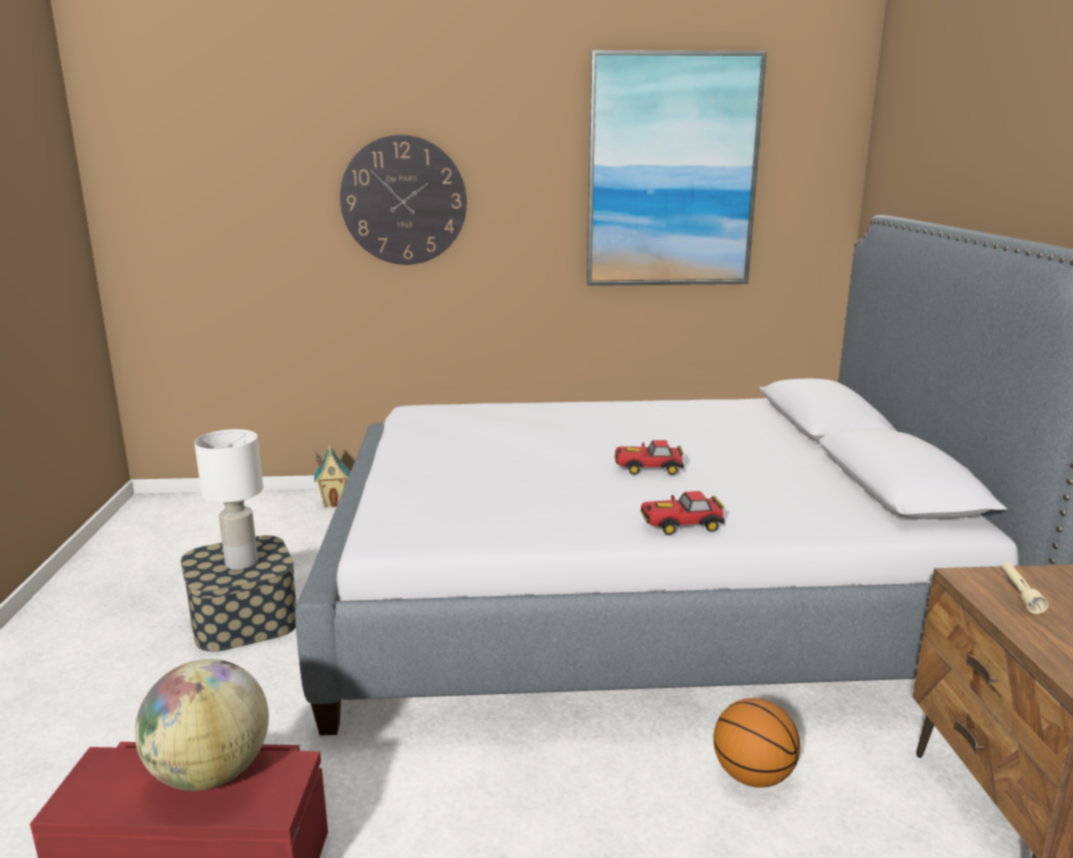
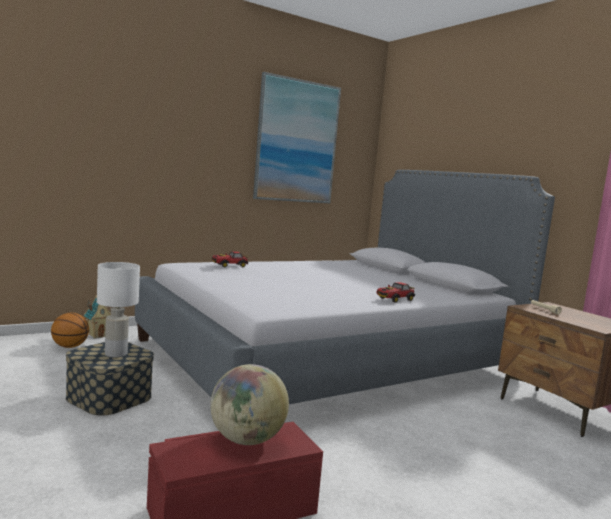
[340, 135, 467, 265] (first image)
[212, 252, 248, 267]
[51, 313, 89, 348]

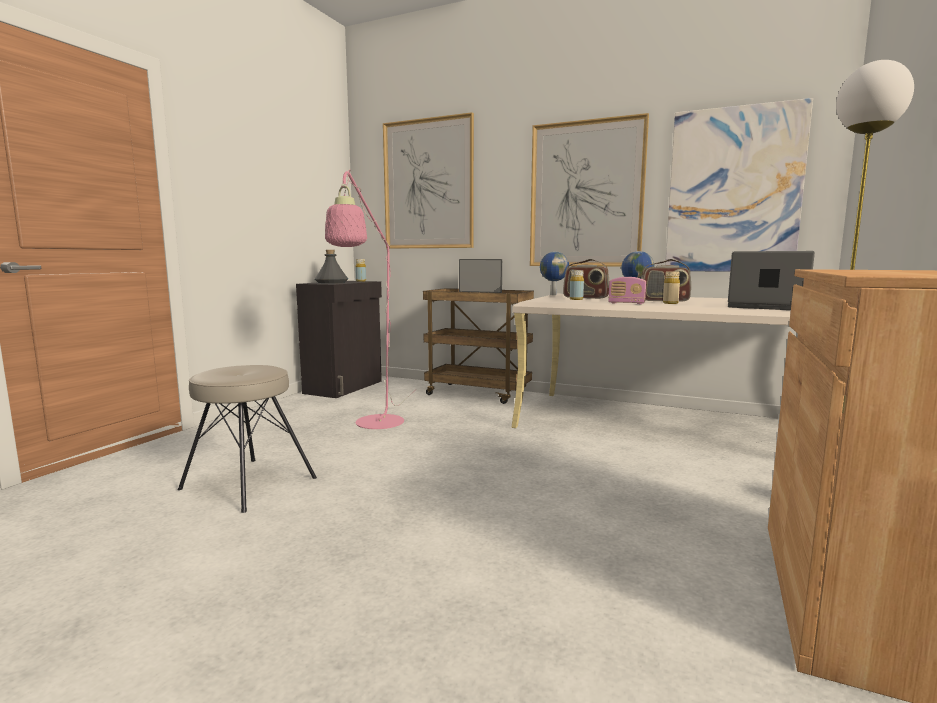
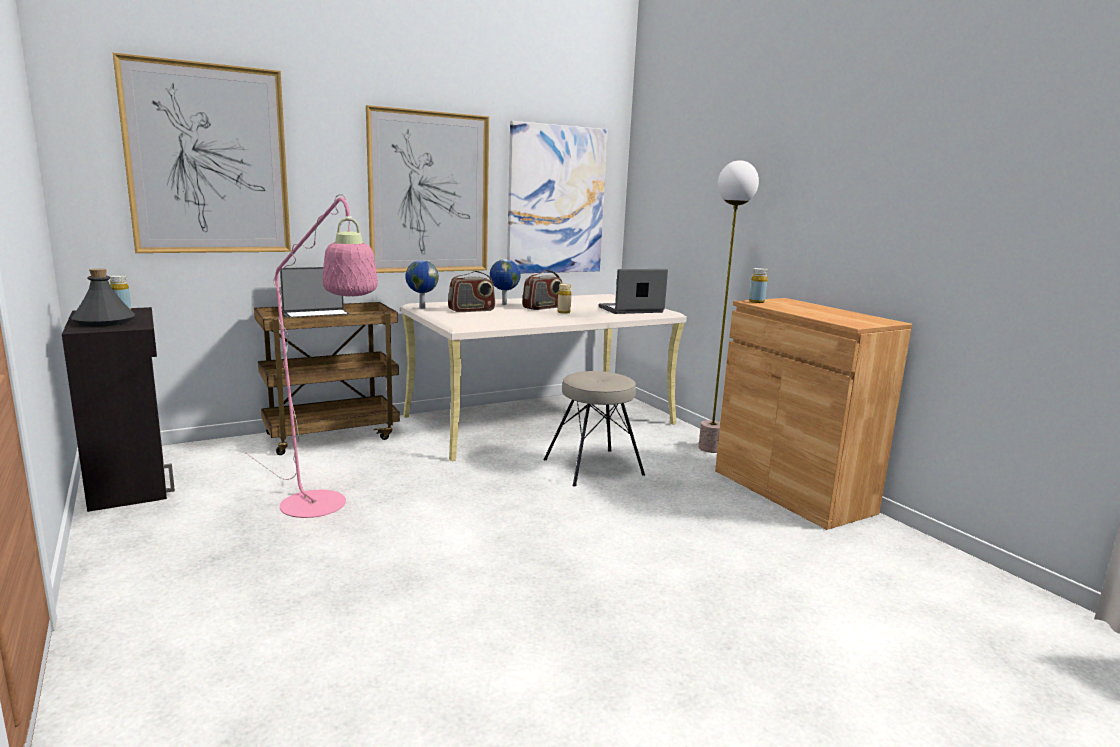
[608, 277, 646, 304] (first image)
[543, 371, 645, 487]
[749, 268, 768, 303]

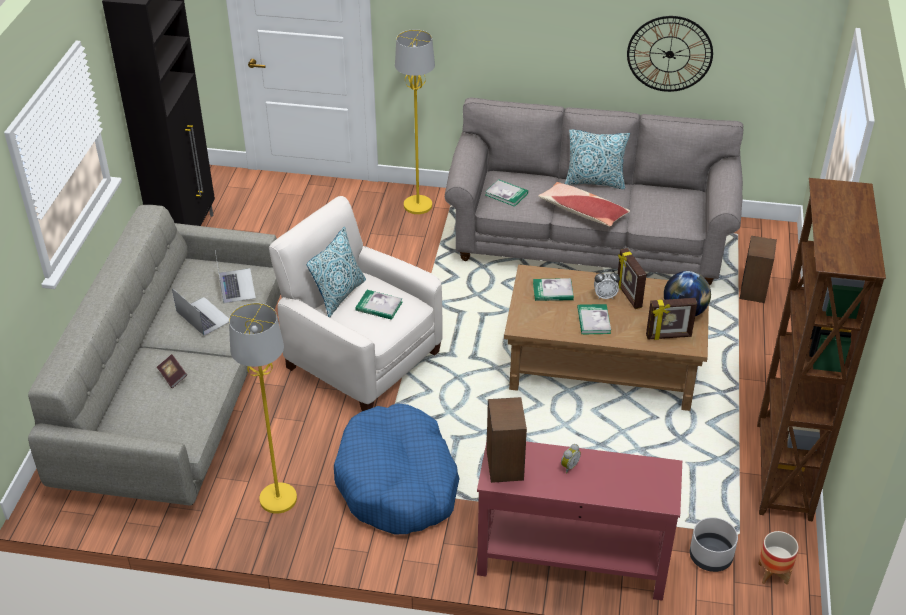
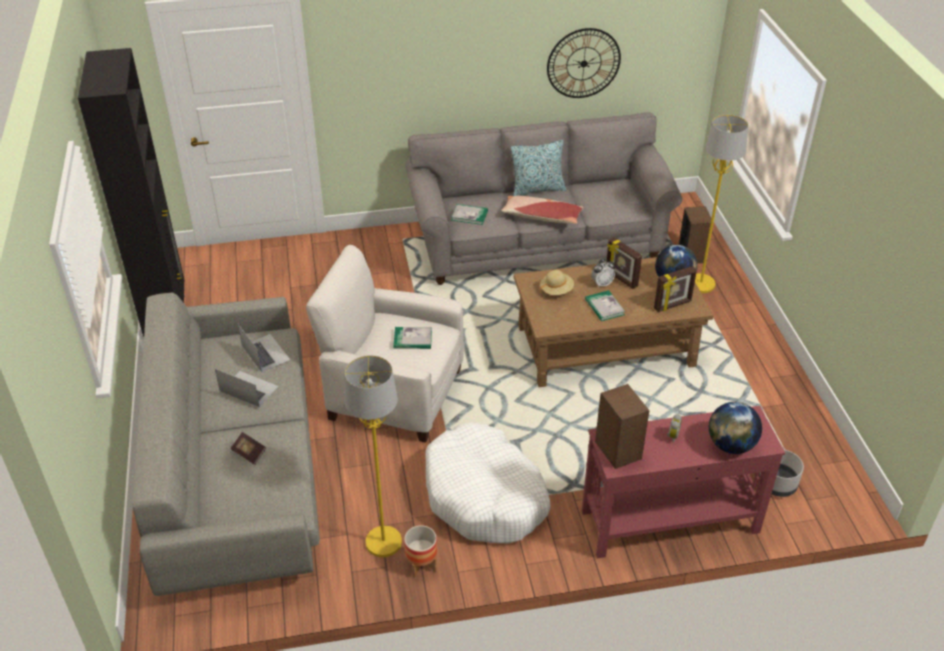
[307, 226, 366, 318] (first image)
[757, 178, 886, 521] (first image)
[709, 402, 762, 454]
[695, 114, 748, 293]
[404, 525, 437, 578]
[540, 270, 574, 295]
[425, 422, 550, 543]

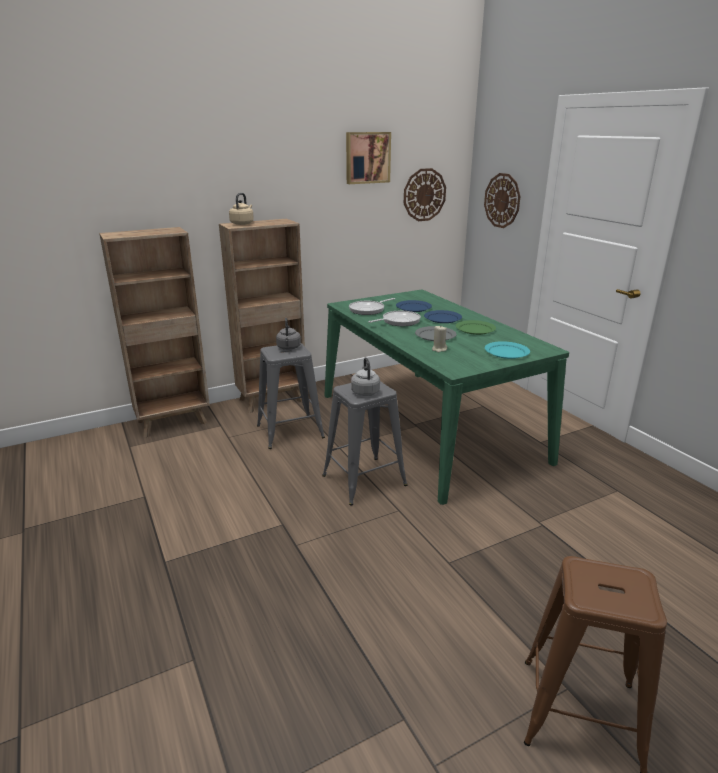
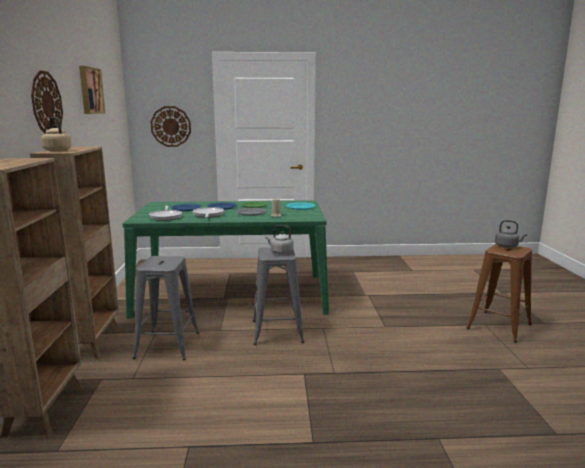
[495, 220, 527, 248]
[31, 70, 63, 134]

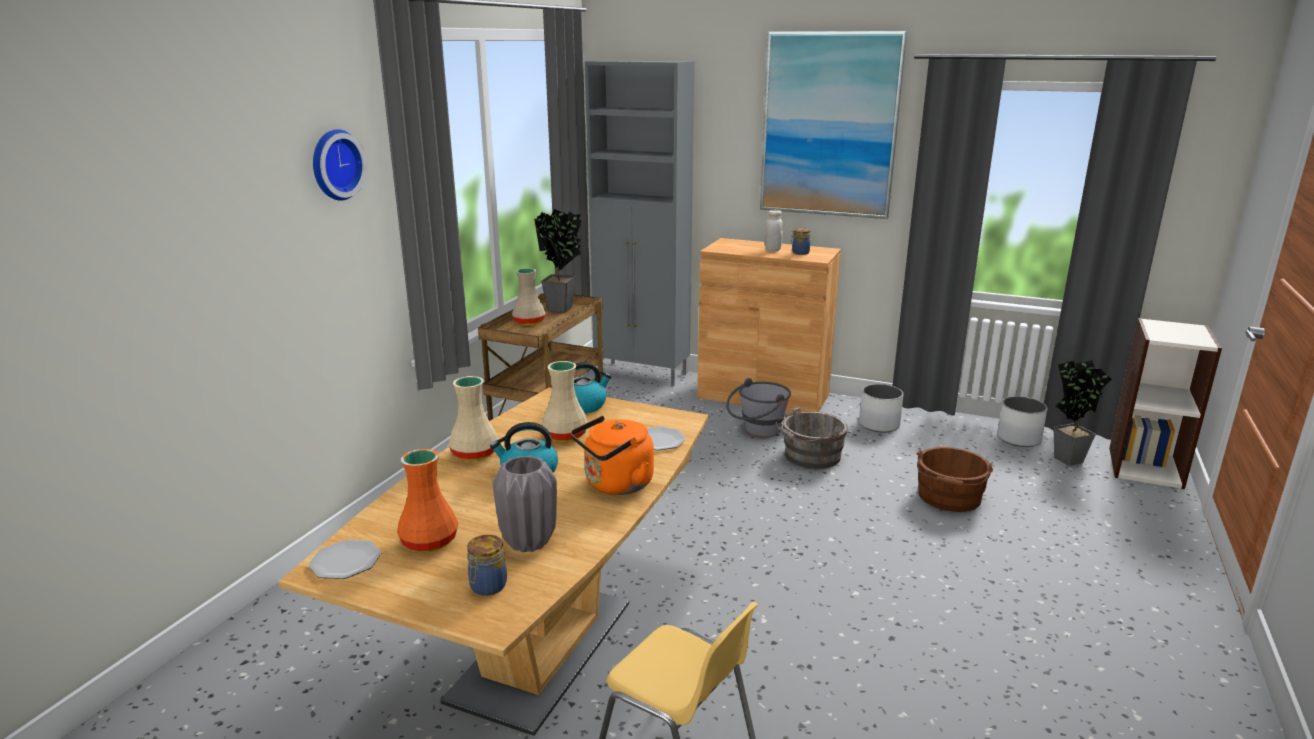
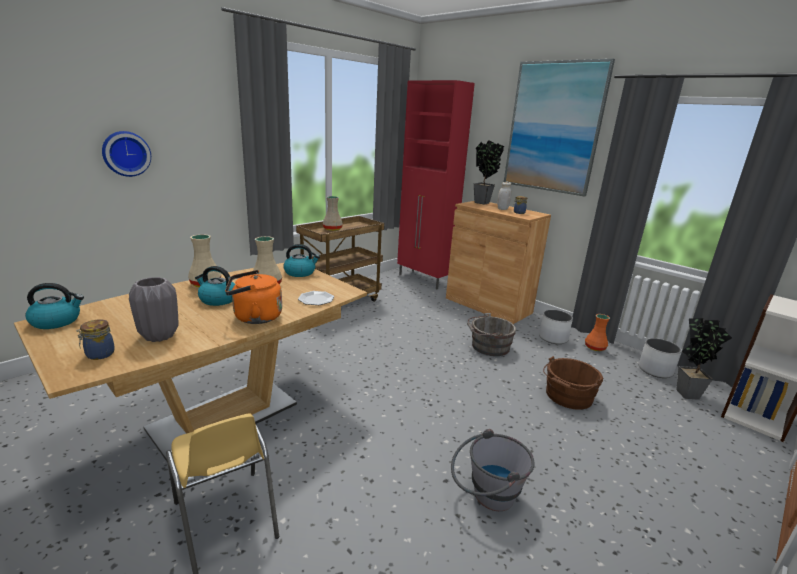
[102, 131, 151, 177]
[585, 314, 610, 351]
[474, 140, 504, 205]
[451, 429, 535, 511]
[25, 283, 84, 329]
[397, 80, 475, 289]

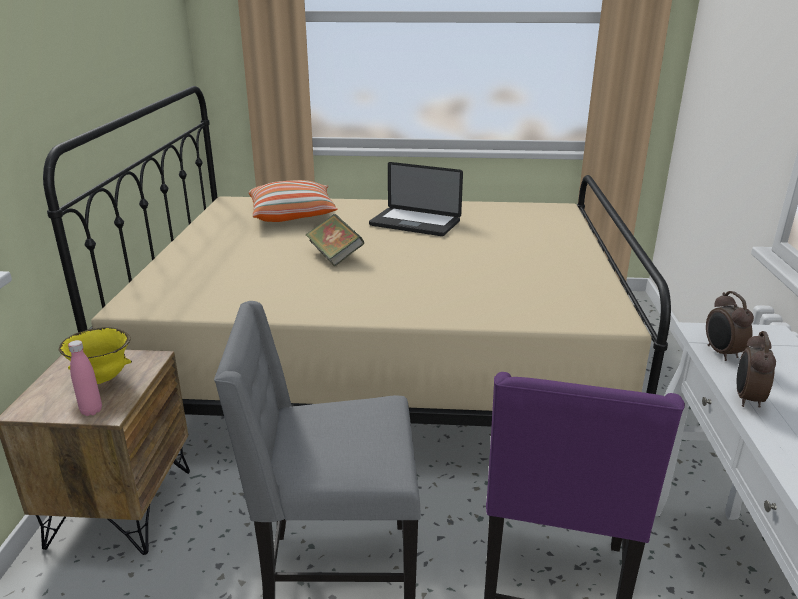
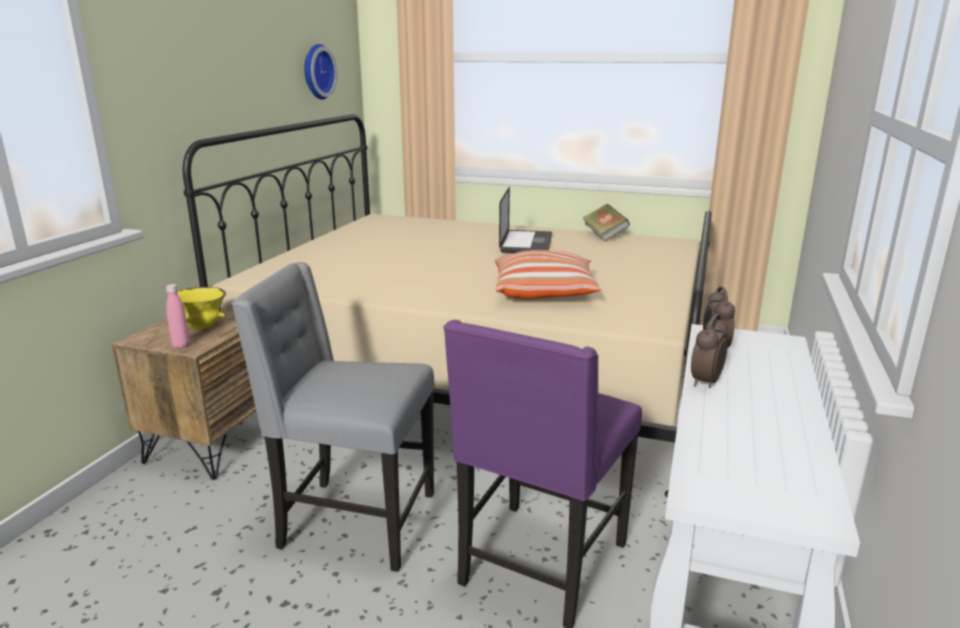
[304, 44, 337, 100]
[495, 250, 601, 299]
[583, 204, 630, 241]
[499, 187, 552, 253]

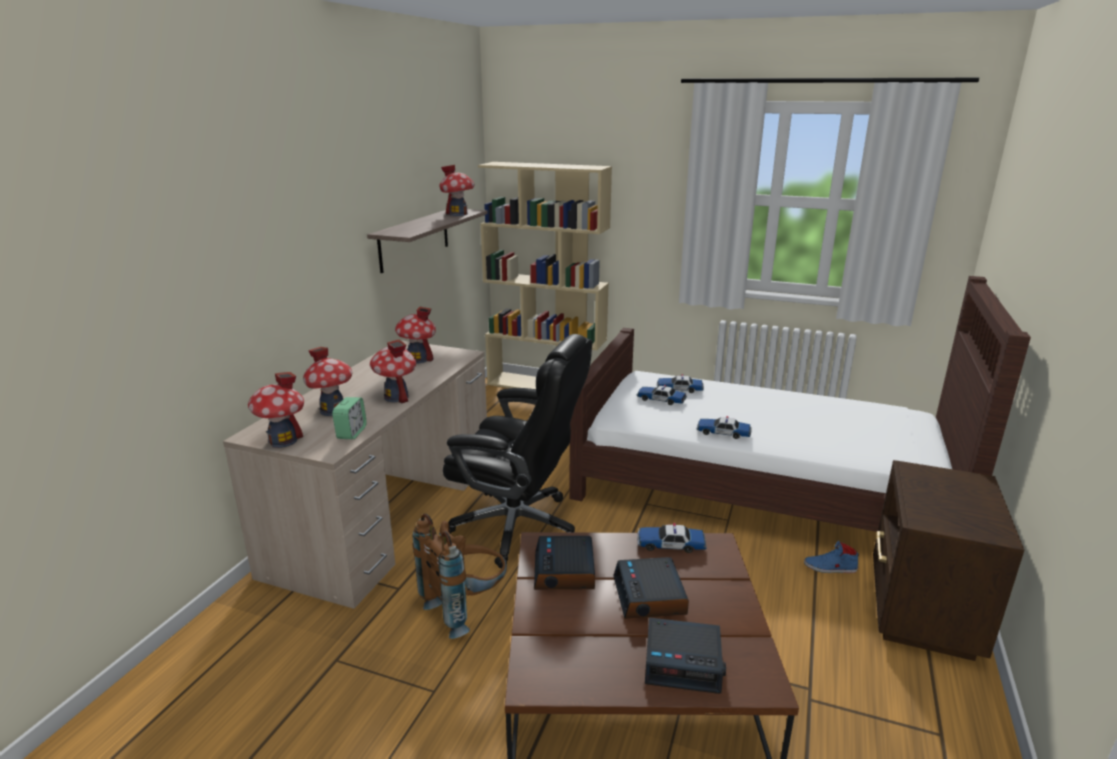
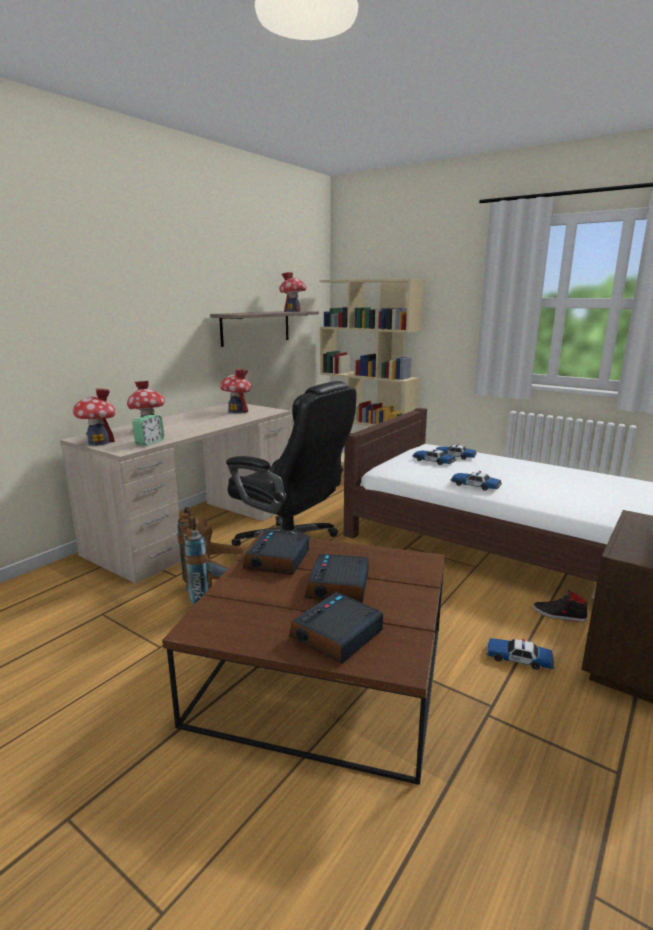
[370, 339, 416, 403] (first image)
[486, 638, 554, 670]
[533, 590, 587, 622]
[289, 592, 383, 664]

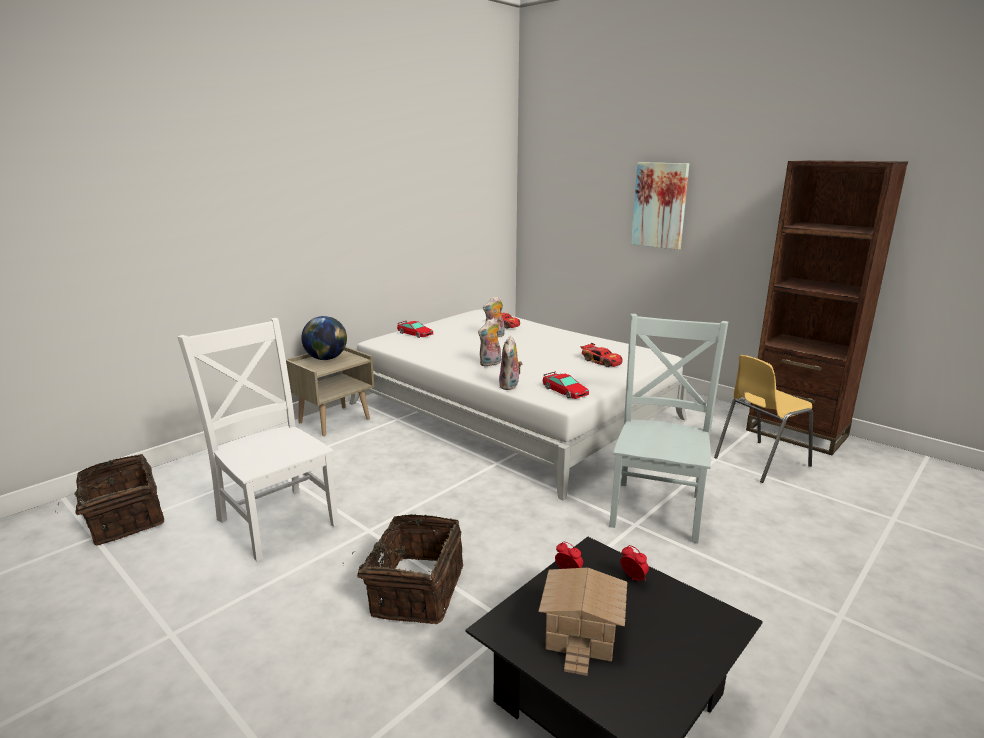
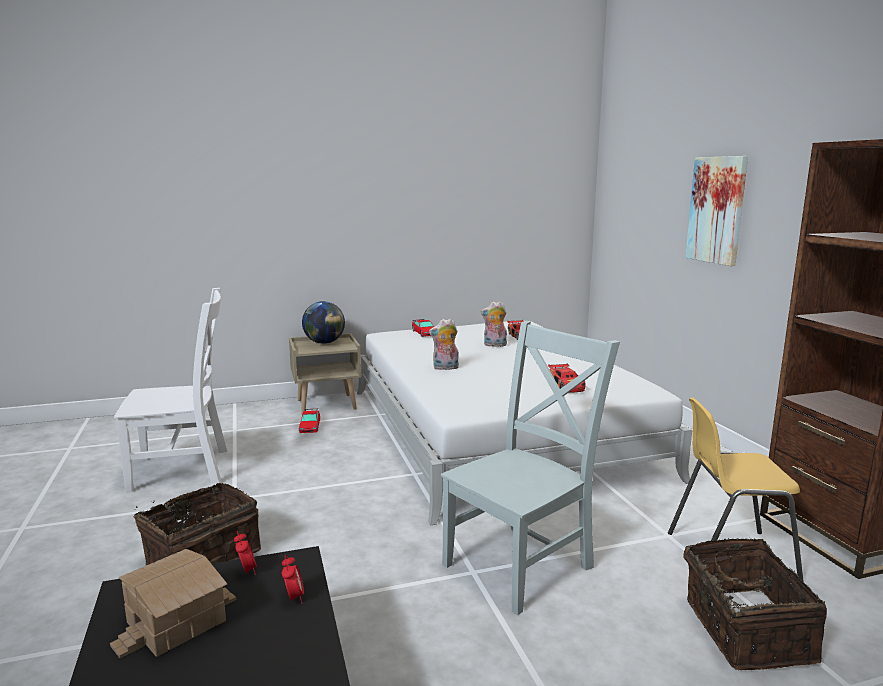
[499, 336, 522, 390] (first image)
[683, 538, 827, 671]
[299, 409, 320, 433]
[114, 288, 227, 492]

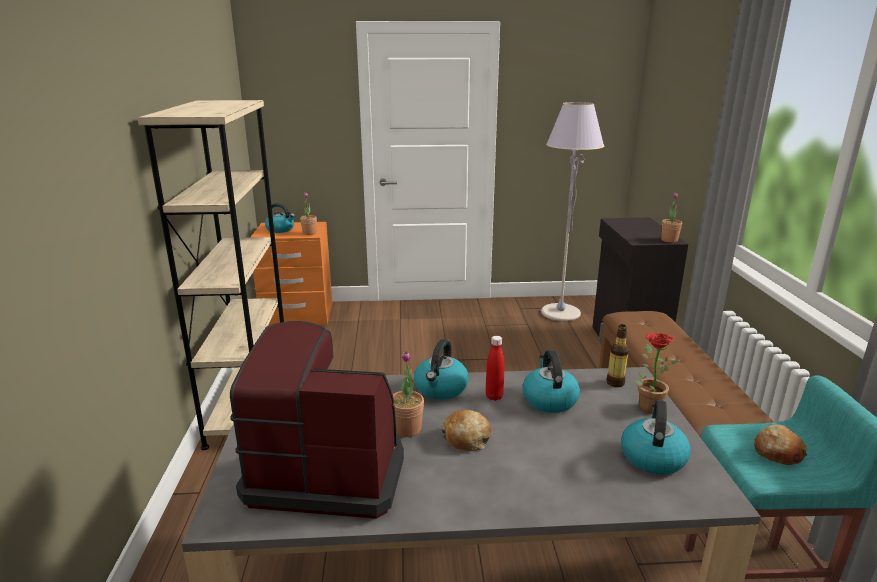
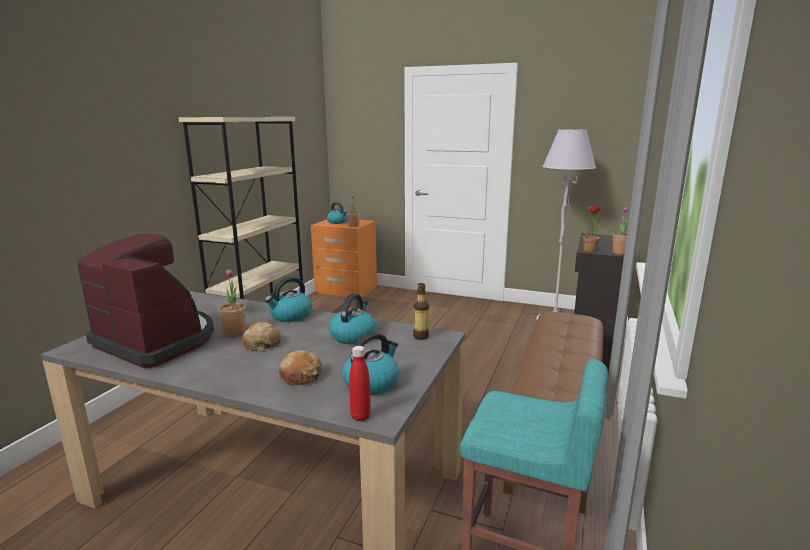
[349, 346, 371, 421]
[577, 206, 602, 253]
[279, 350, 322, 386]

